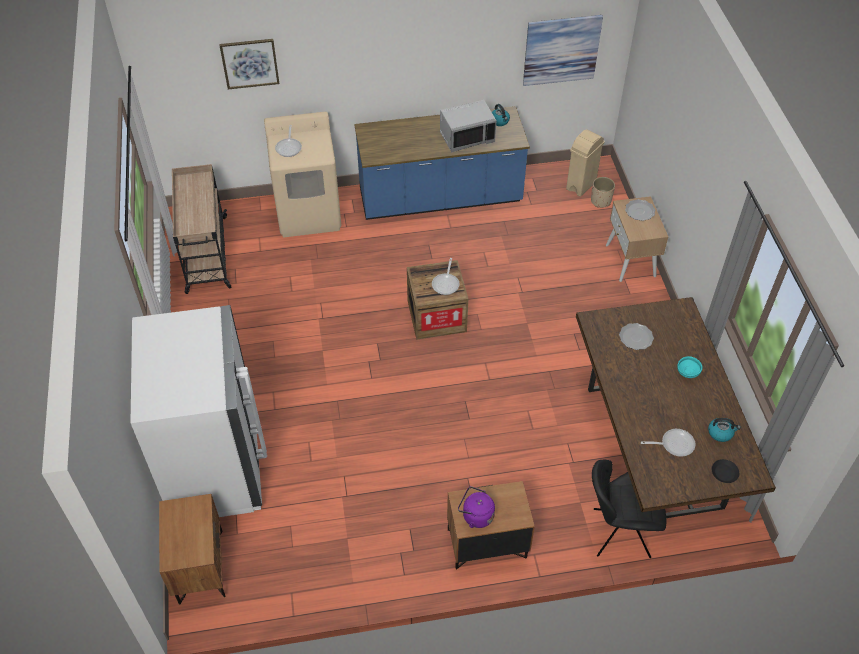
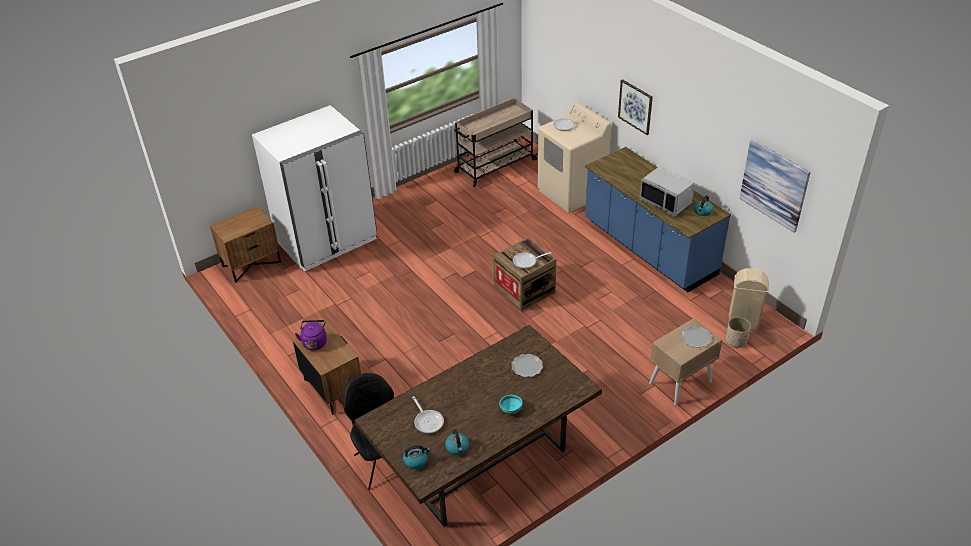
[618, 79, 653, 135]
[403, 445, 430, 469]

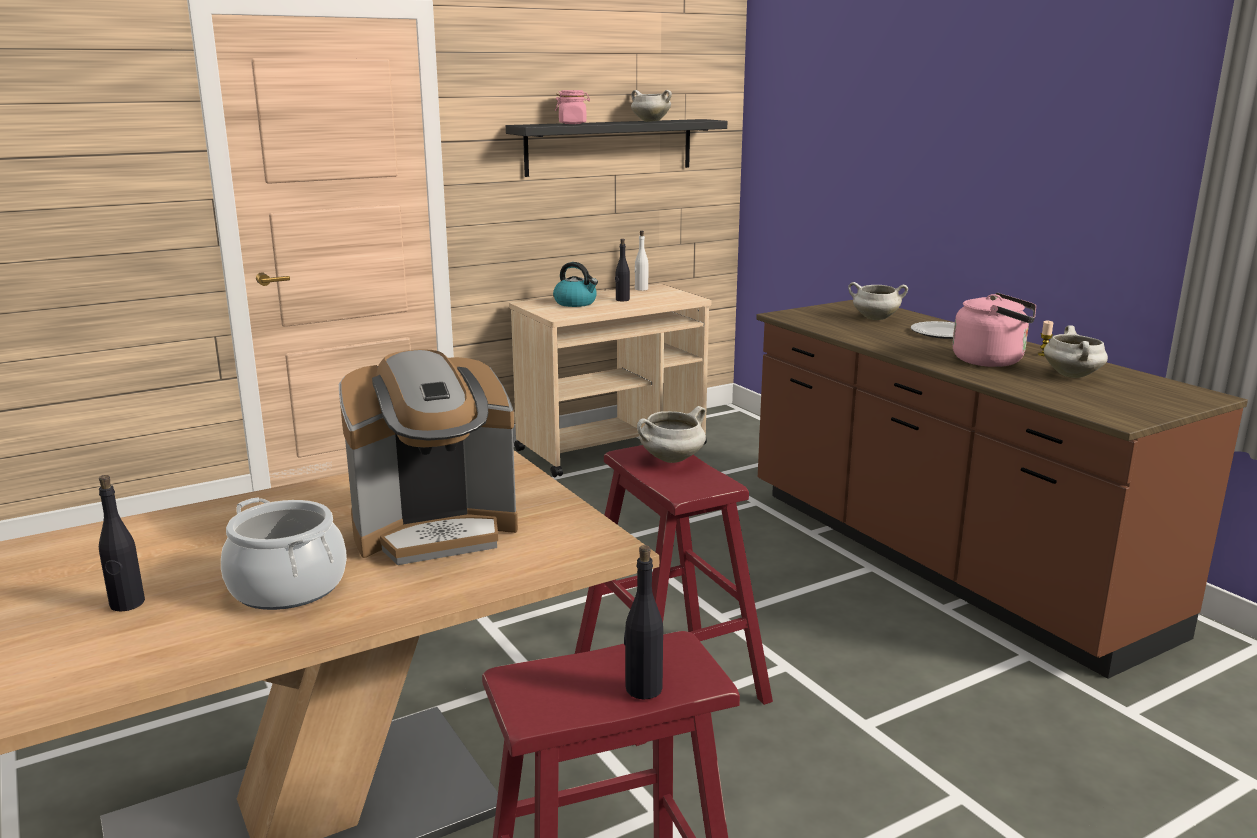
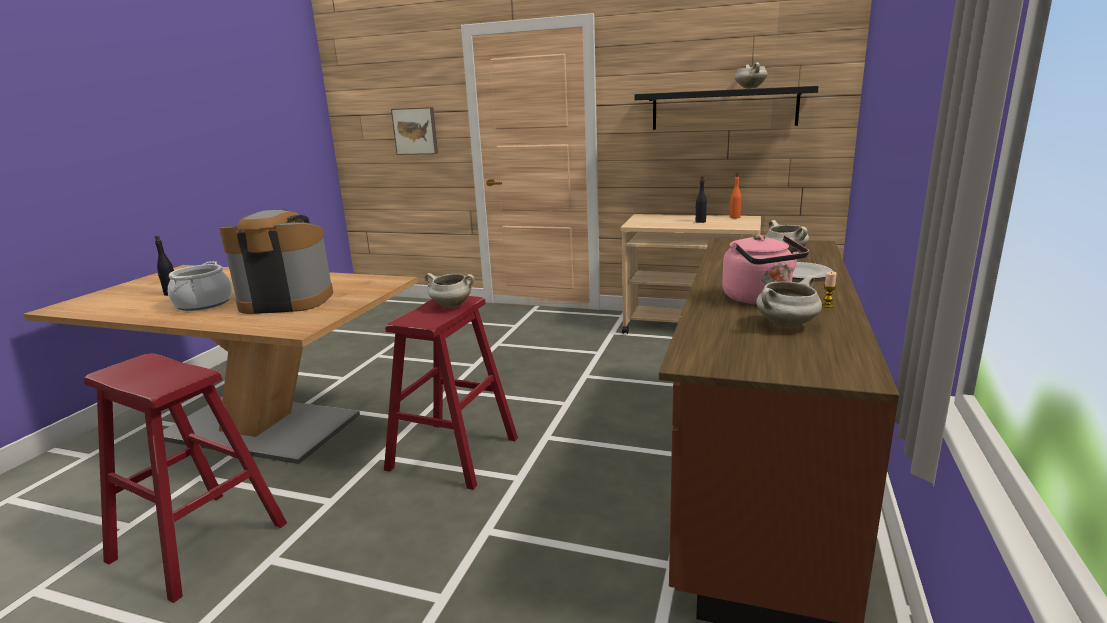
[553, 262, 598, 307] (first image)
[555, 90, 590, 124] (first image)
[624, 545, 663, 700] (first image)
[391, 107, 438, 155]
[730, 173, 741, 218]
[219, 209, 333, 314]

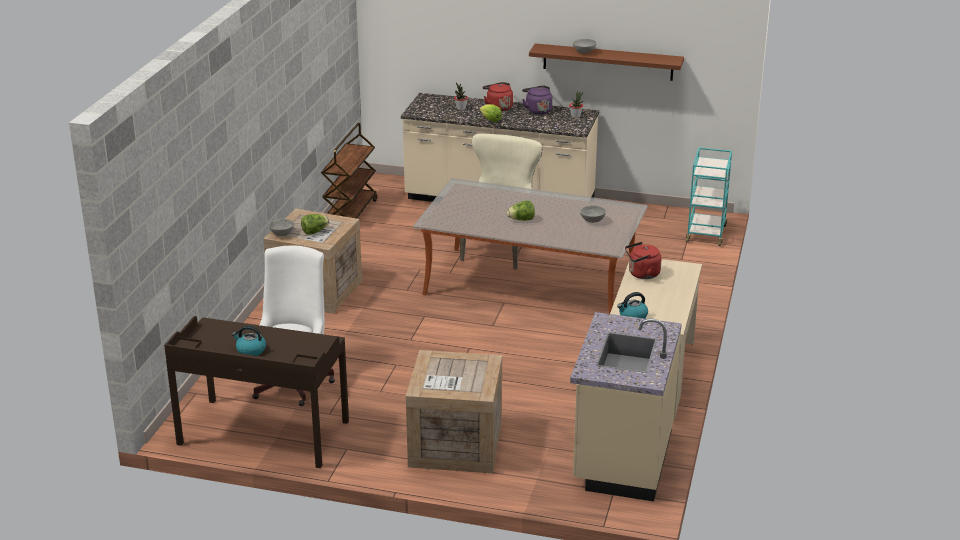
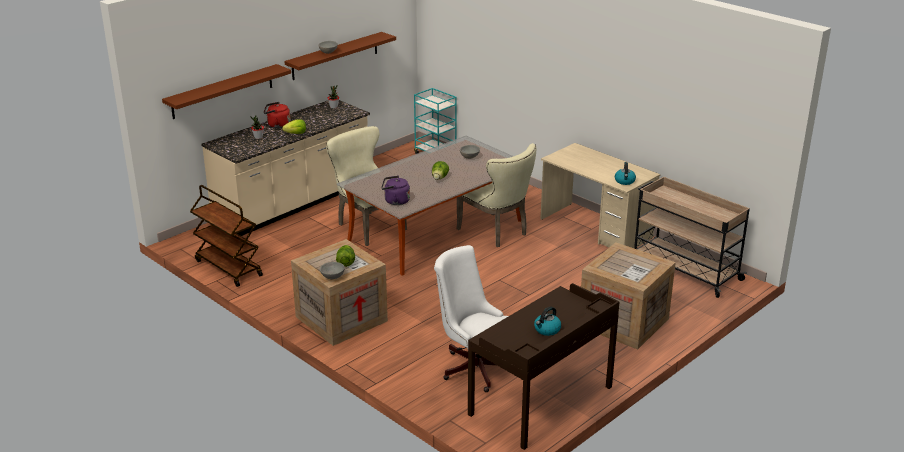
[625, 242, 662, 279] (first image)
[162, 64, 291, 119]
[457, 143, 536, 247]
[381, 176, 410, 205]
[634, 177, 750, 298]

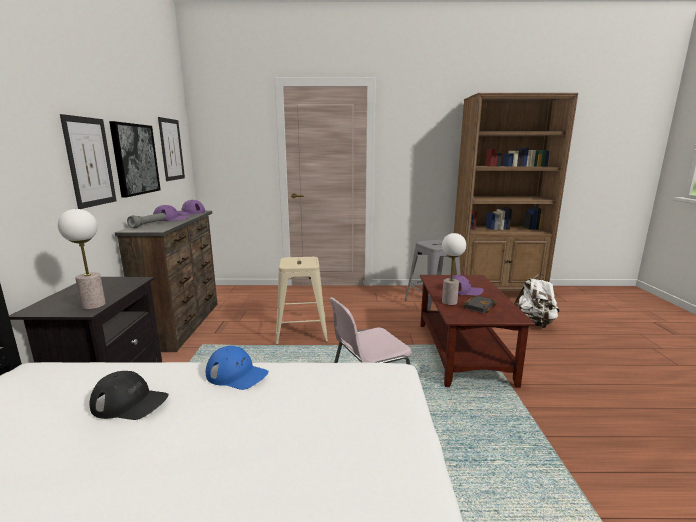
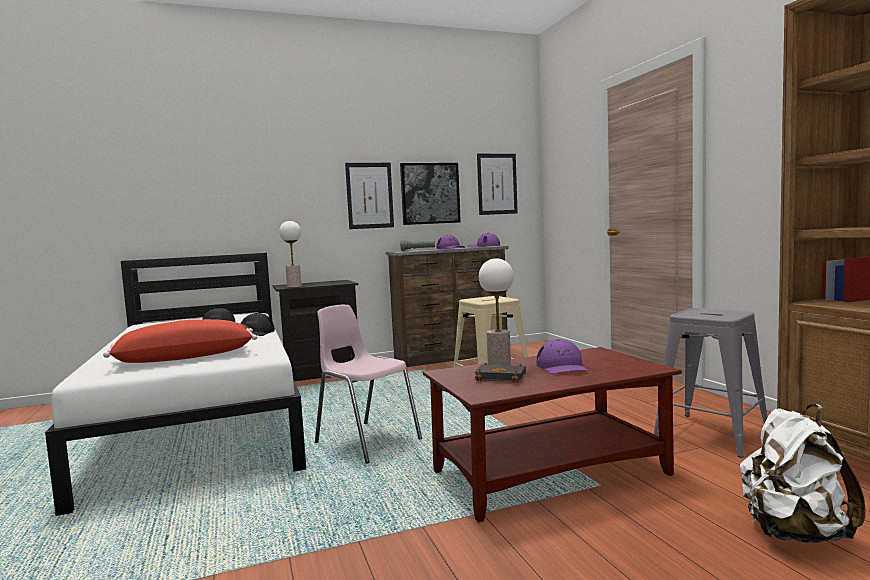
[103, 319, 257, 363]
[241, 313, 275, 336]

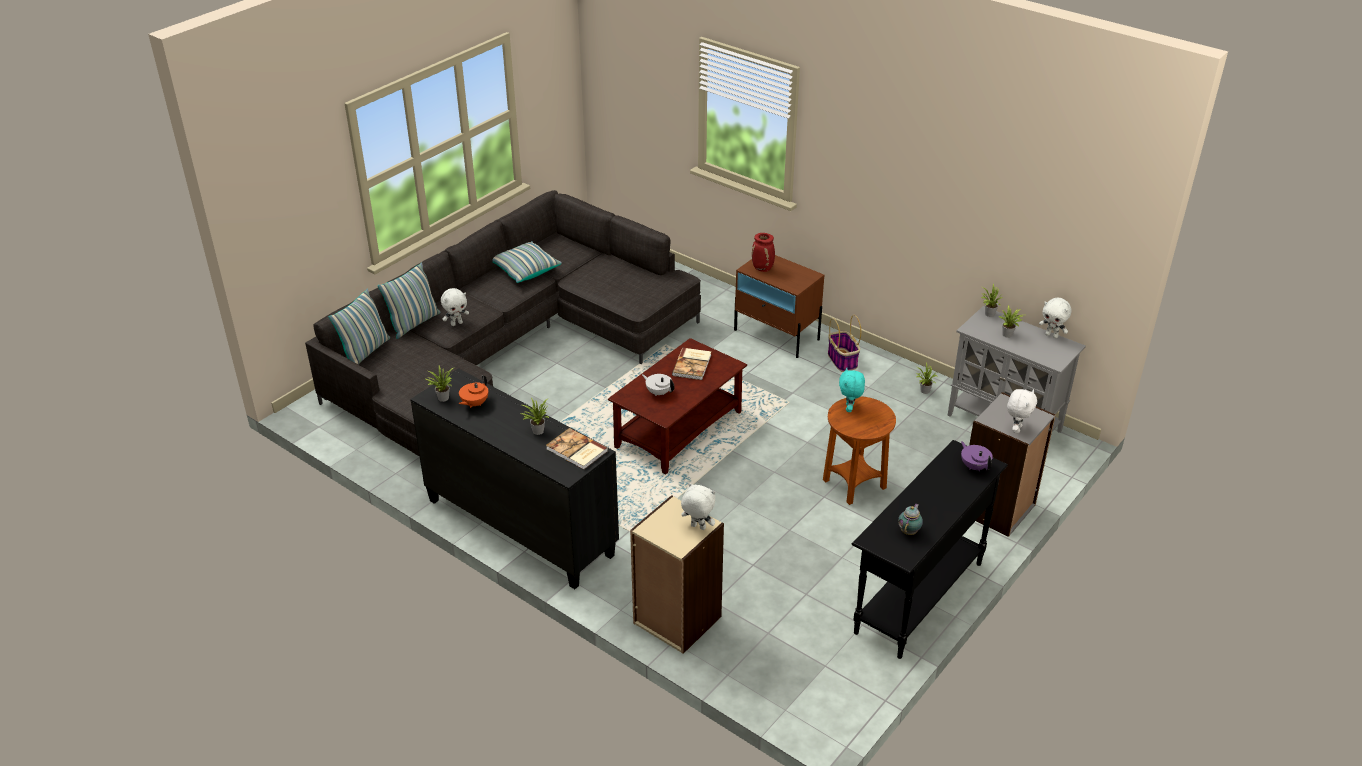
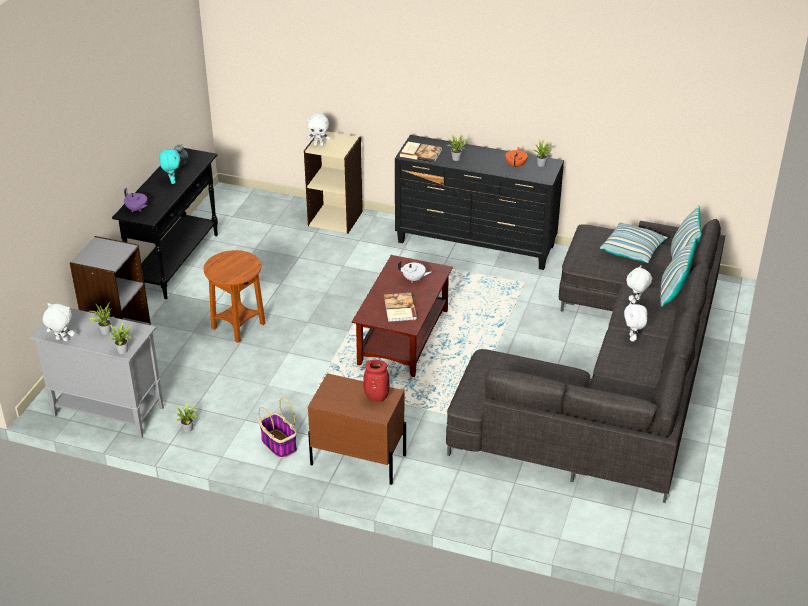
[600, 222, 668, 263]
[159, 147, 180, 184]
[624, 302, 647, 341]

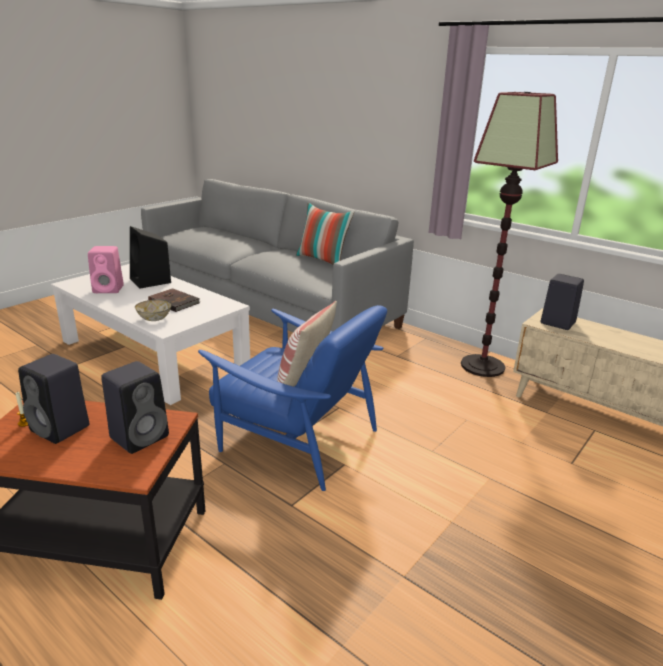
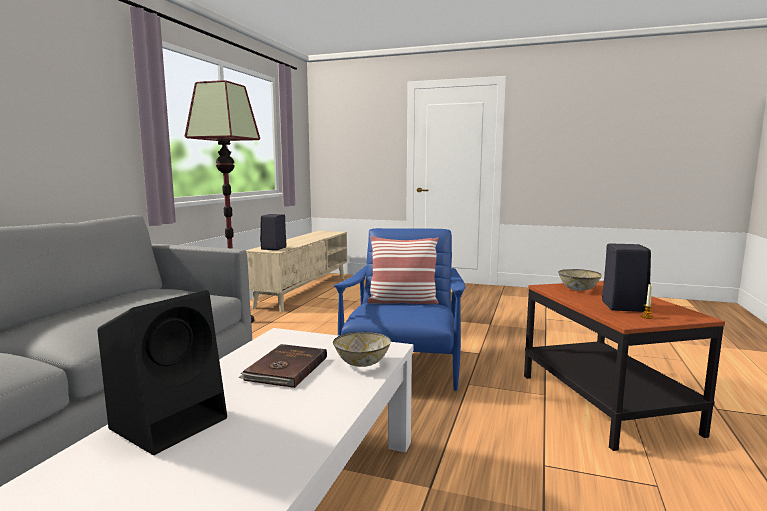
[88, 246, 124, 293] (first image)
[296, 203, 354, 265] (first image)
[558, 269, 602, 291]

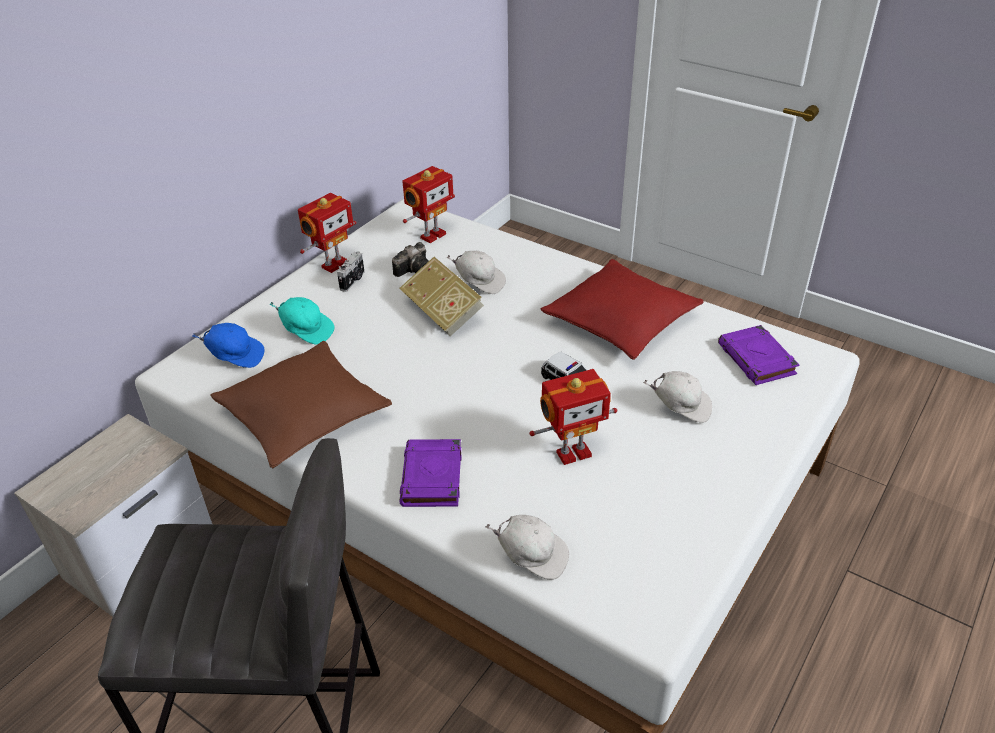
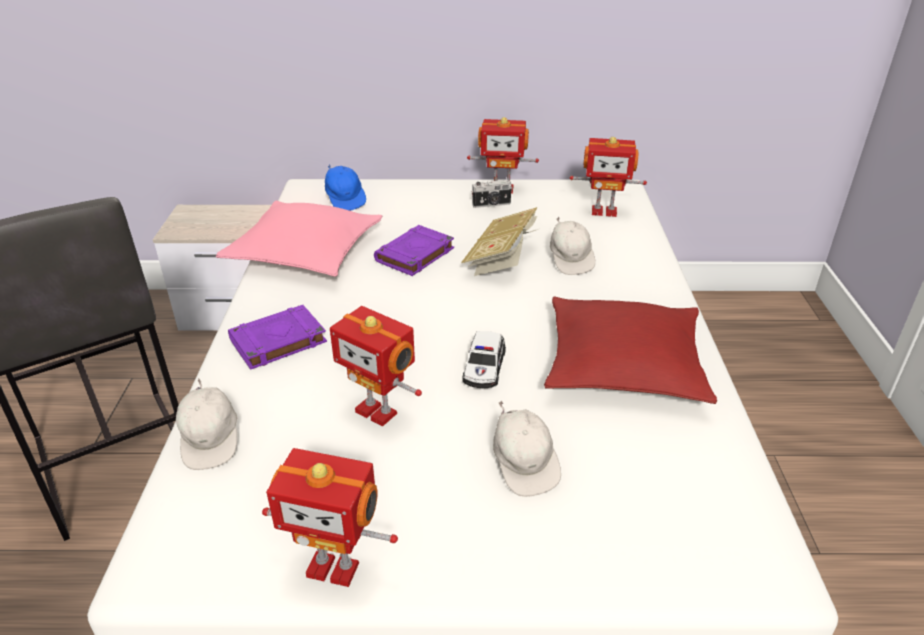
[270, 297, 334, 345] (first image)
[392, 242, 429, 277] (first image)
[262, 448, 398, 587]
[374, 225, 454, 276]
[216, 201, 382, 277]

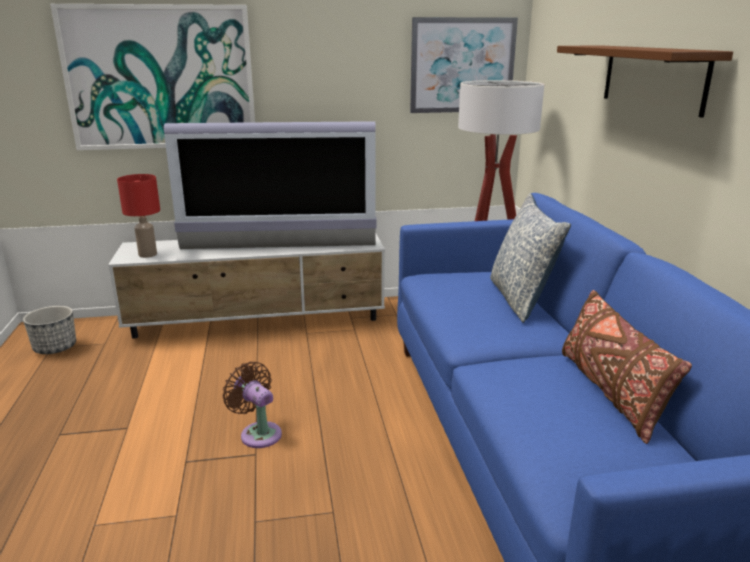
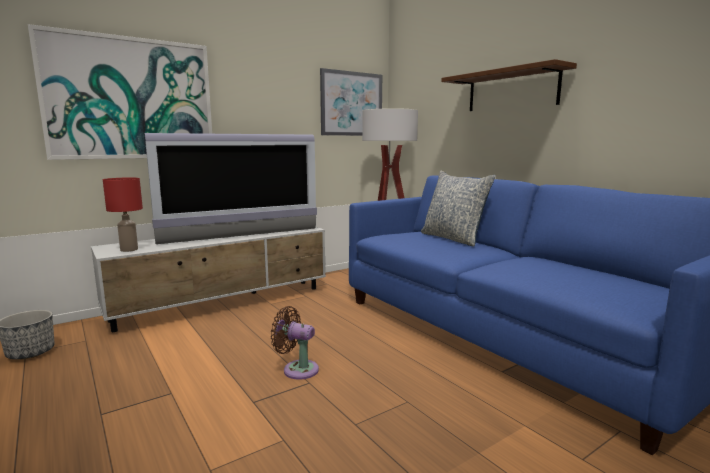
[562, 290, 692, 444] (first image)

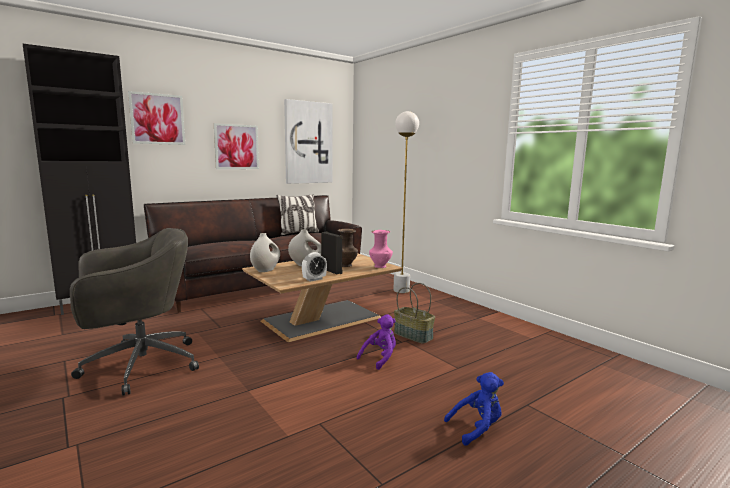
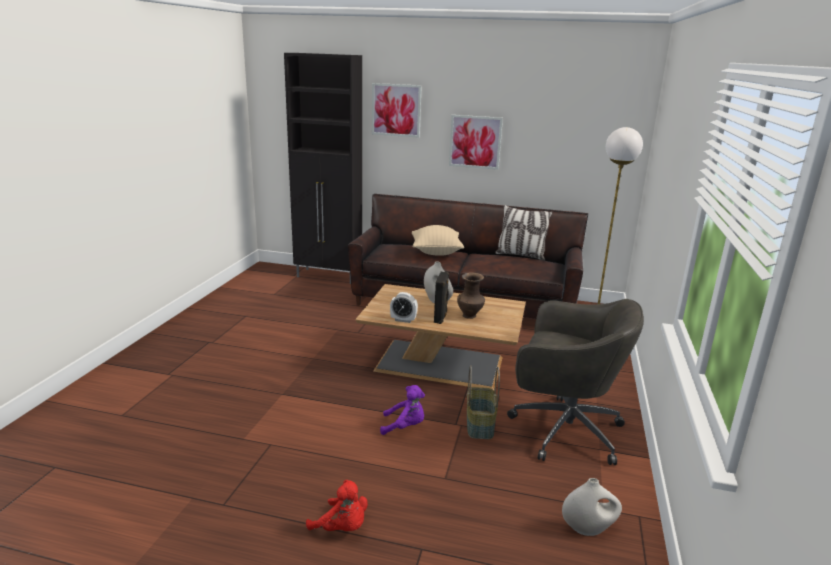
[284, 99, 333, 184] (first image)
[369, 230, 393, 268] (first image)
[412, 225, 464, 256]
[507, 299, 644, 465]
[562, 478, 622, 536]
[306, 480, 368, 531]

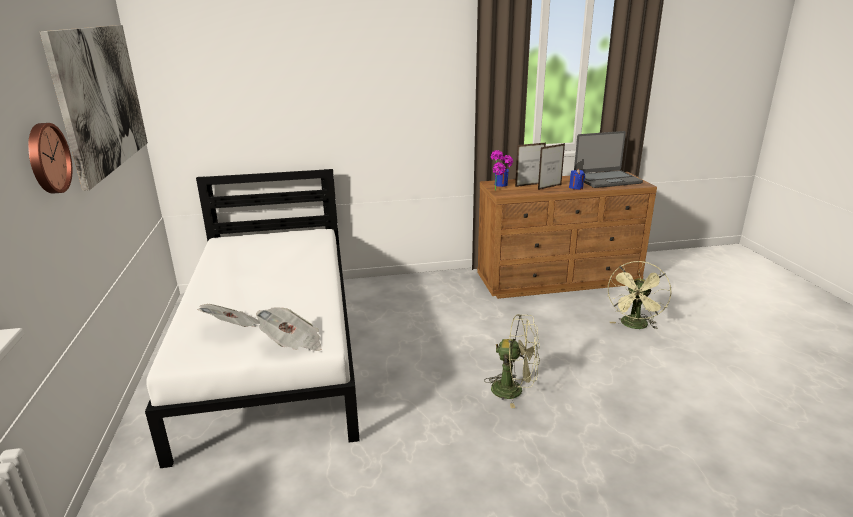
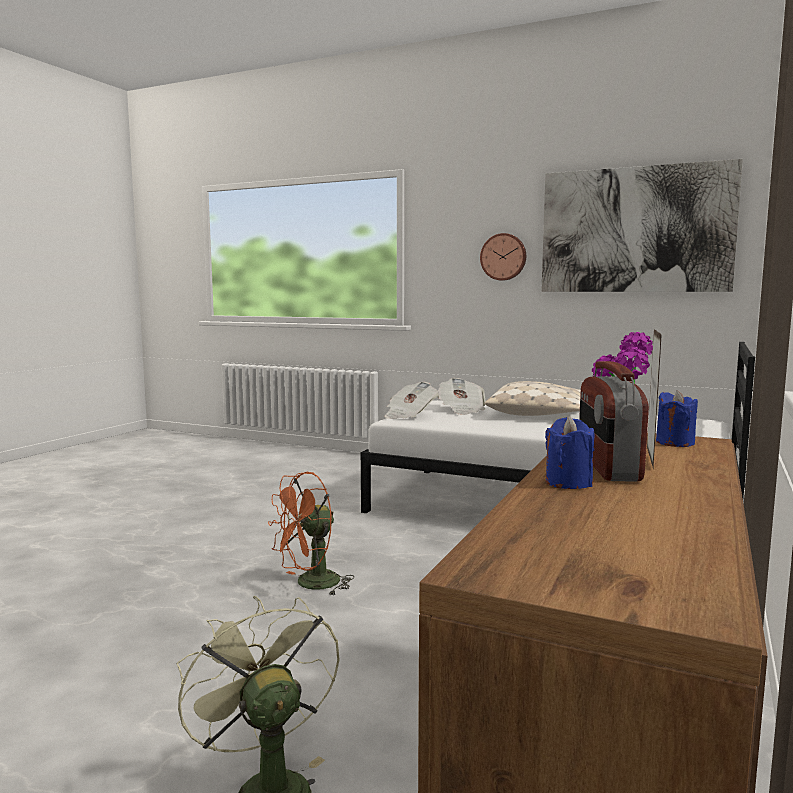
[574, 131, 643, 188] (first image)
[485, 381, 581, 416]
[579, 361, 649, 482]
[268, 472, 354, 596]

